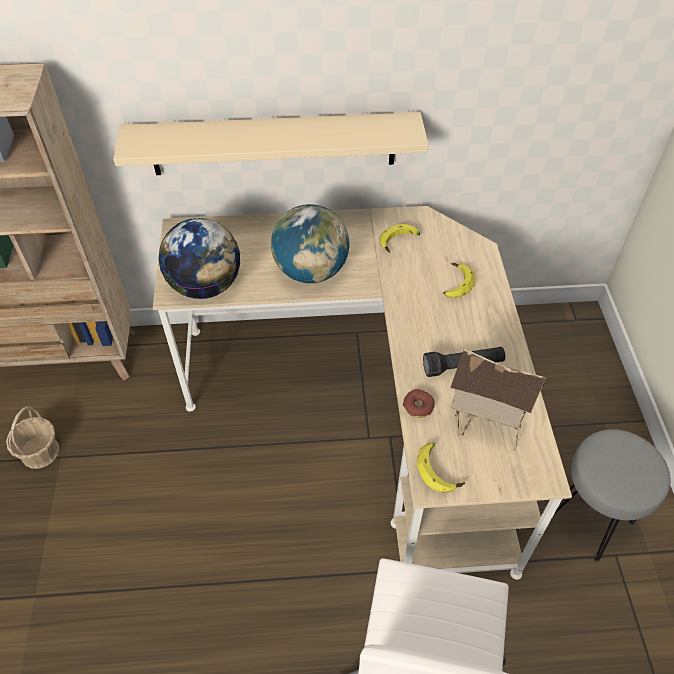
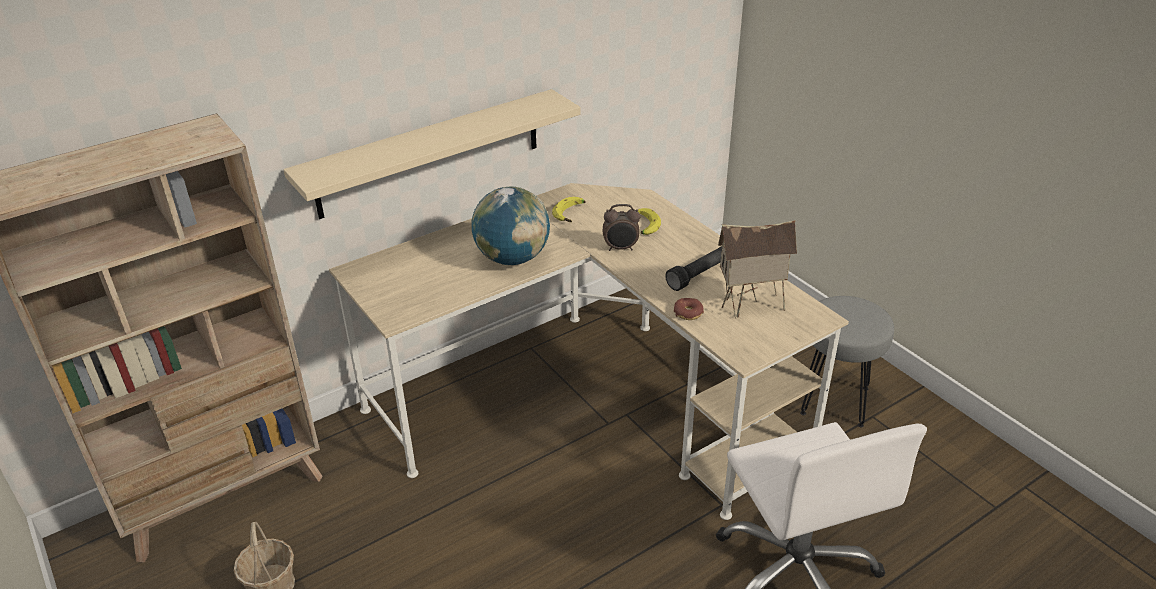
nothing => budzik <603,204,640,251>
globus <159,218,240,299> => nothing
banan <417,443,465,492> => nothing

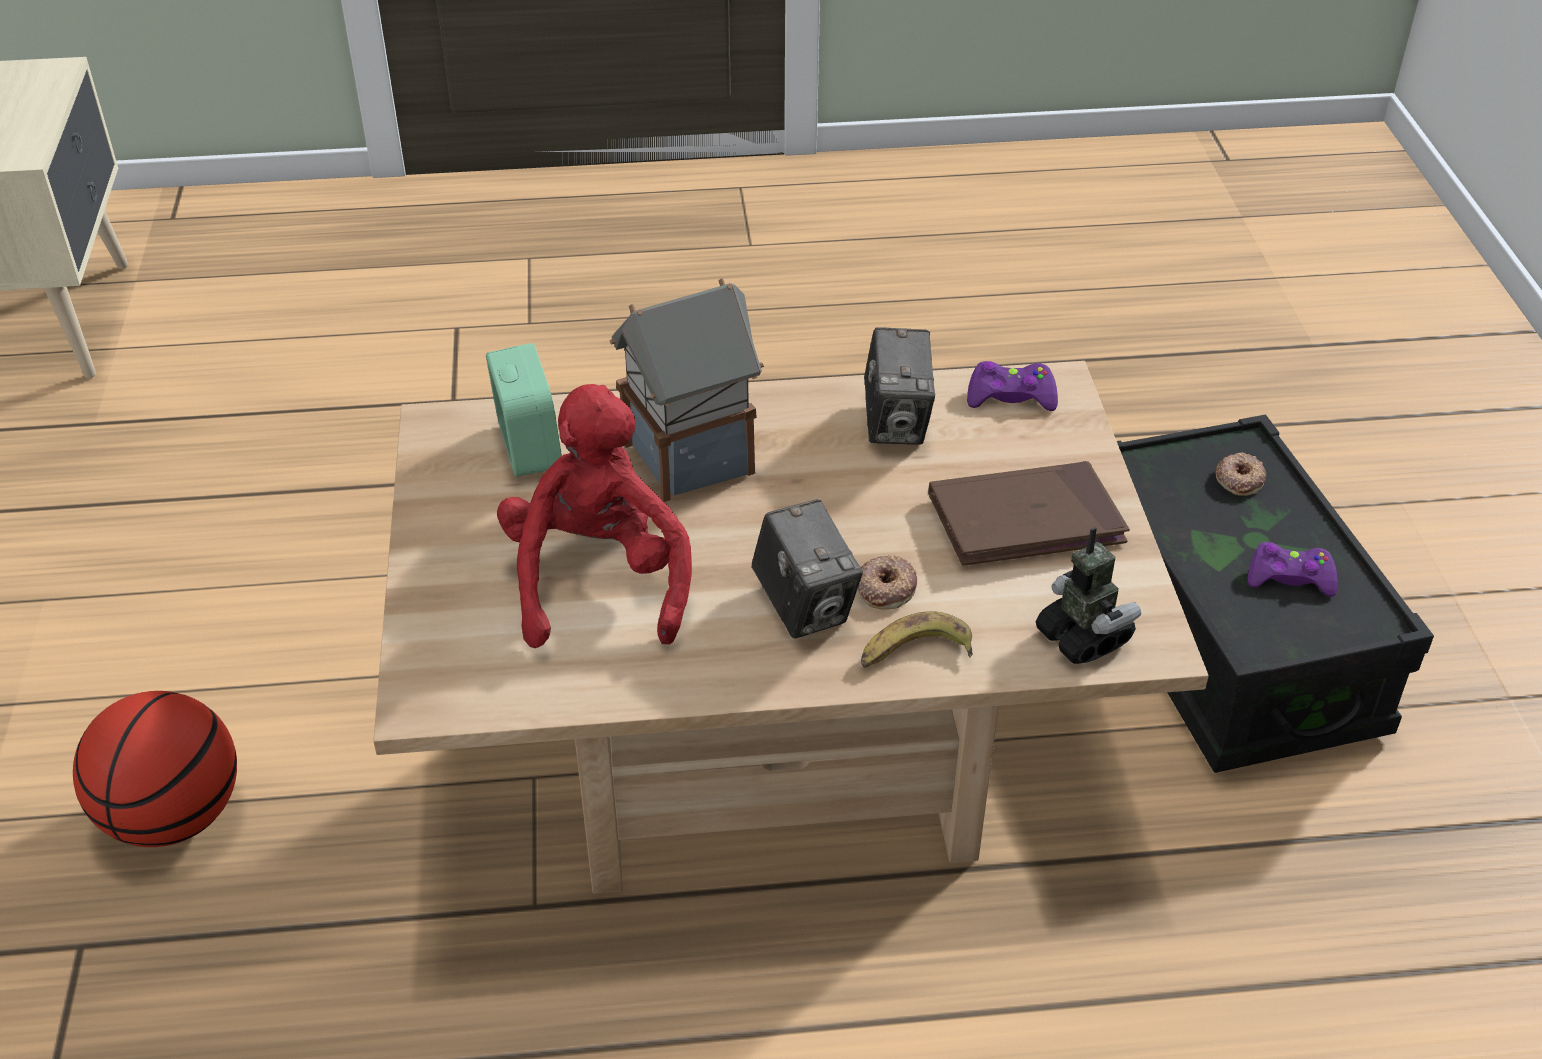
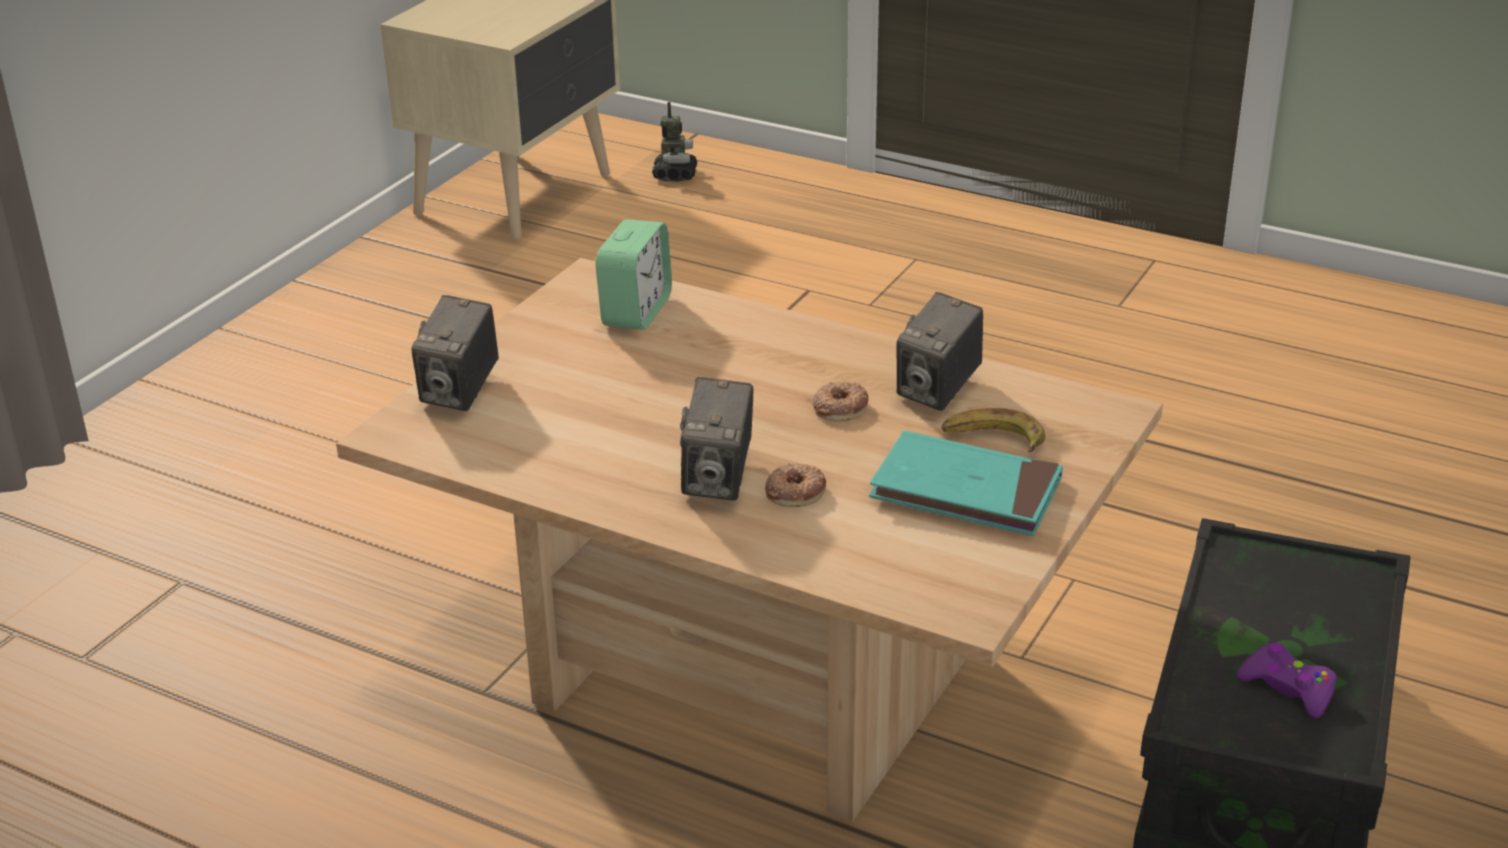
nothing => aparat fotograficzny <412,295,499,411>
robot zabawkowy <1036,527,1141,664> => robot zabawkowy <652,102,697,181>, shifted
donut <1215,452,1266,496> => donut <813,382,868,422>, shifted
książka (brązowy) <928,461,1130,566> => książka (turkusowy) <869,431,1063,536>
banan <861,611,973,668> => banan <941,408,1045,452>, shifted
piłka do koszykówki <73,691,237,847> => nothing
pluszak (czerwony) <497,384,692,648> => nothing
domek <610,278,764,502> => nothing
pad do gier (fioletowy) <967,361,1058,411> => nothing

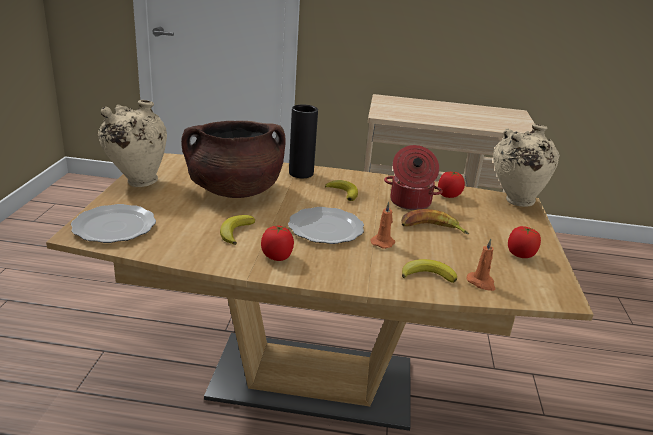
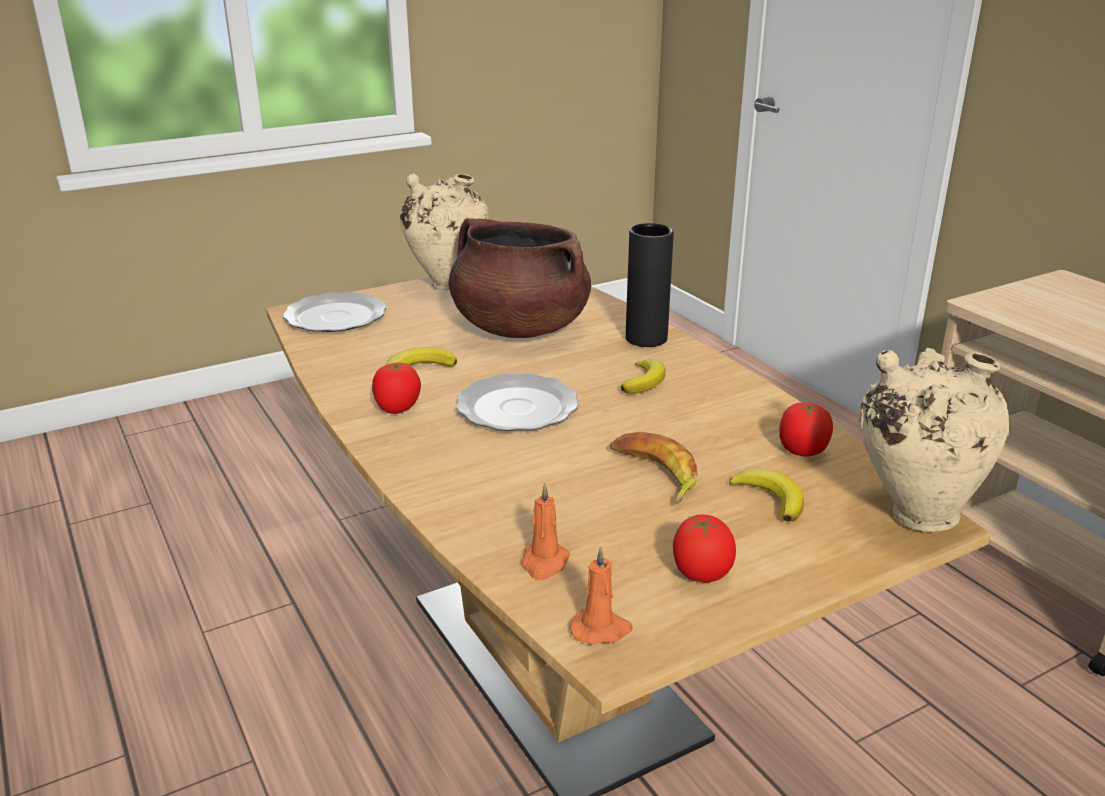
świeca (pomarańczowy) <370,202,395,249> => świeca (pomarańczowy) <570,546,633,645>, shifted
banan <402,259,457,283> => banan <729,469,804,522>, shifted
garnek <384,145,443,210> => nothing

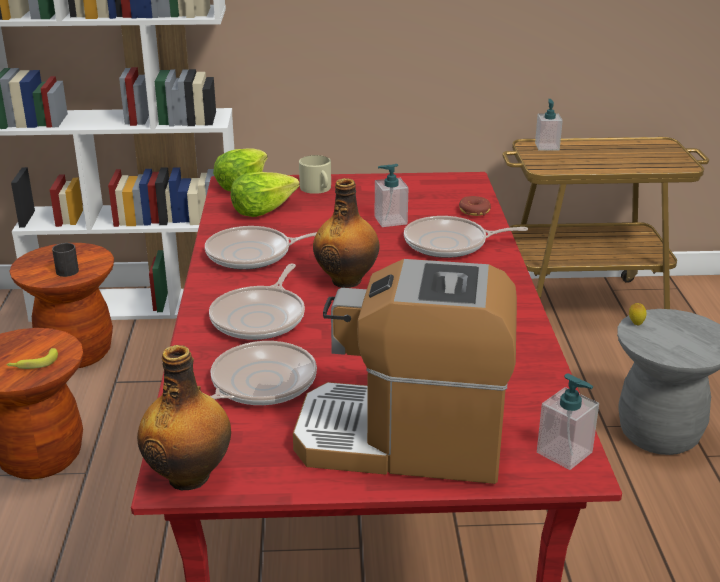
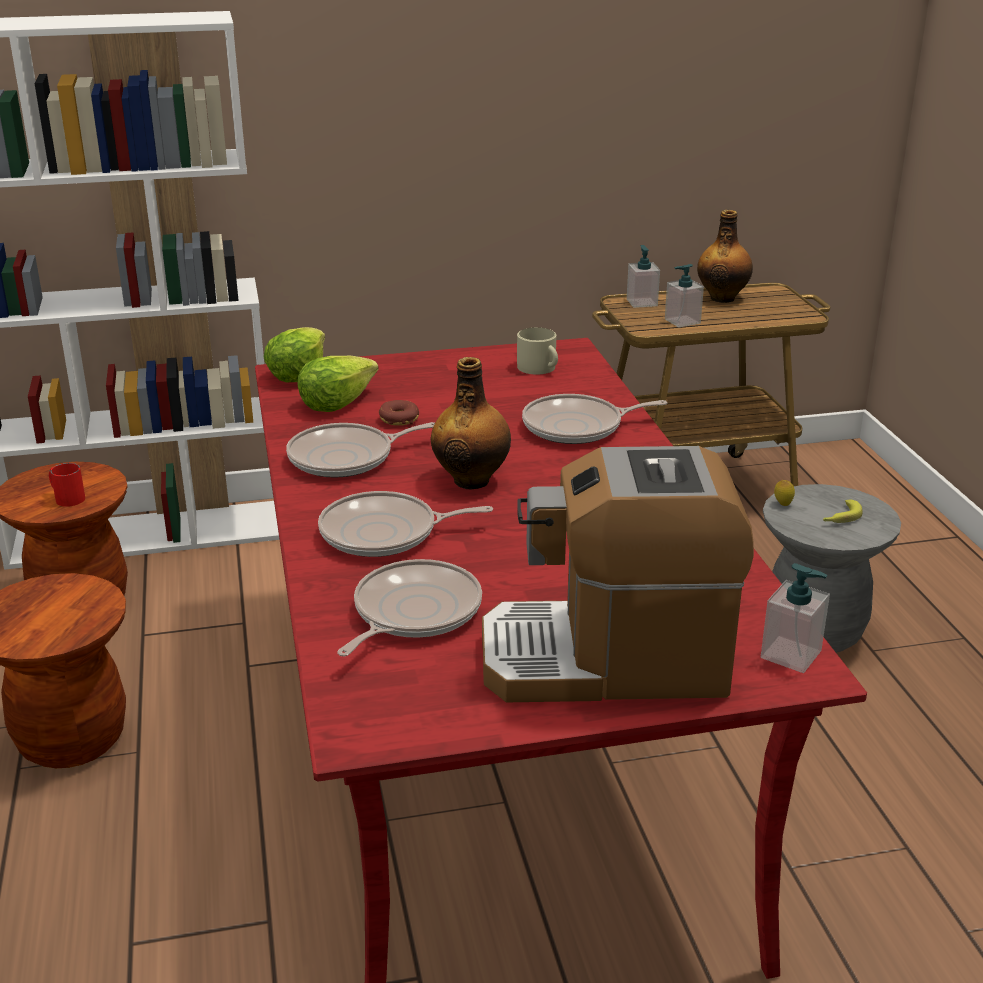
kubek (czarny) <52,243,79,277> => kubek (czerwony) <49,463,85,507>
patelnia <209,264,305,340> => patelnia <318,491,493,557>, 75 degrees clockwise
donut <459,196,491,216> => donut <379,400,419,425>, shifted
kubek (beżowy) <299,155,331,194> => kubek (beżowy) <517,327,558,374>, shifted
dozownik mydła <375,164,408,227> => dozownik mydła <665,264,704,327>, shifted
butelka <137,345,231,491> => butelka <697,210,753,303>, shifted
banan <6,348,58,369> => banan <823,500,863,523>, shifted

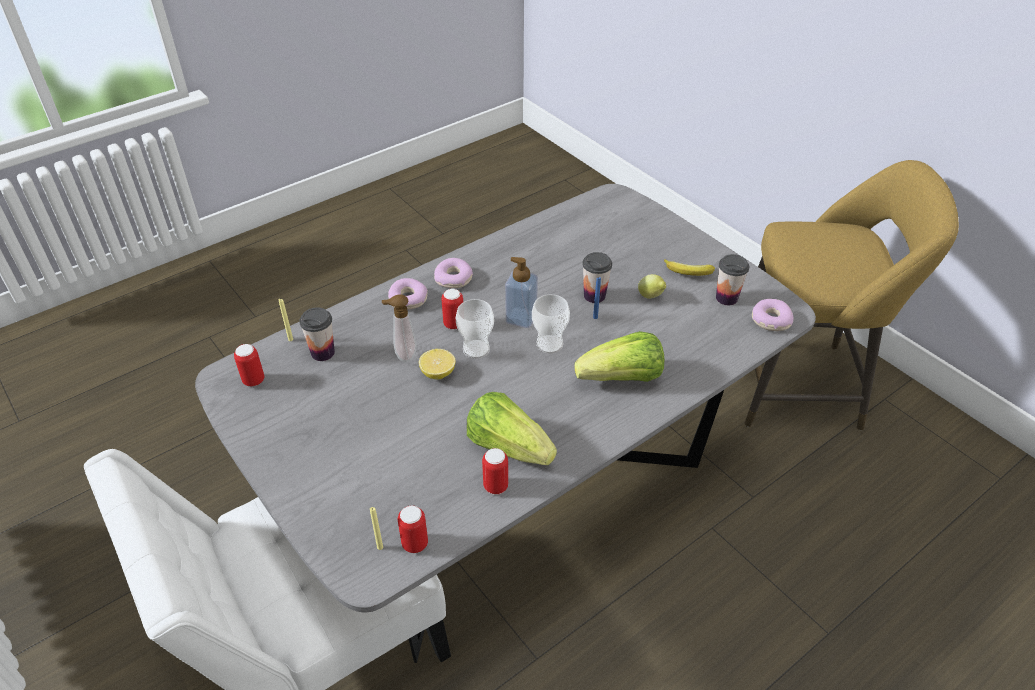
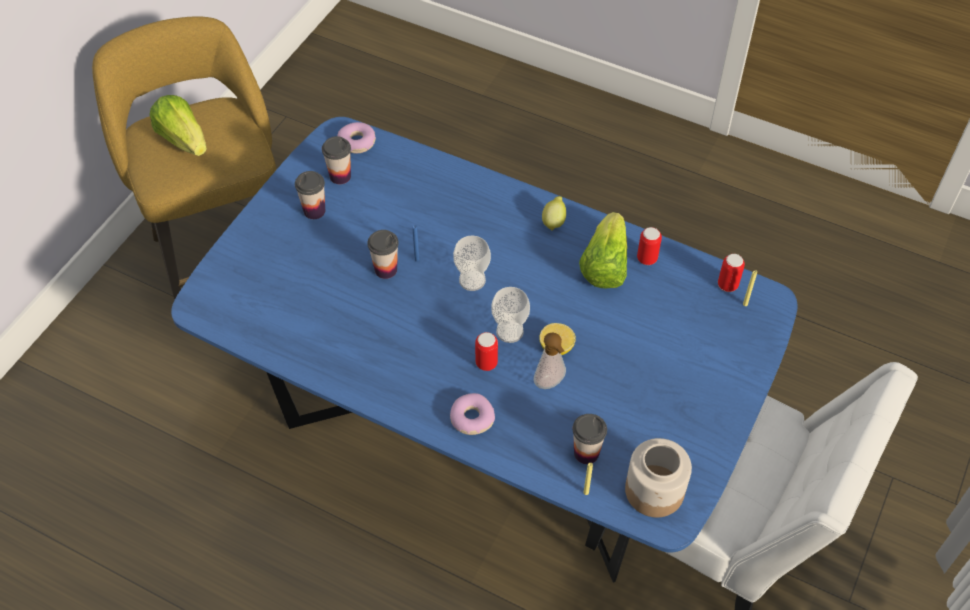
sałata <574,331,664,382> => sałata <149,95,207,156>, shifted
stół jadalny (szary) <195,184,816,663> => stół jadalny (niebieski) <171,117,798,583>
banan <664,259,715,276> => filiżanka <295,171,325,219>
cytryna <638,274,666,299> => cytryna <542,196,566,231>, shifted
puszka <234,344,264,387> => słoik <625,438,692,518>
donut <434,258,473,288> => nothing
dozownik mydła <505,257,538,328> => nothing

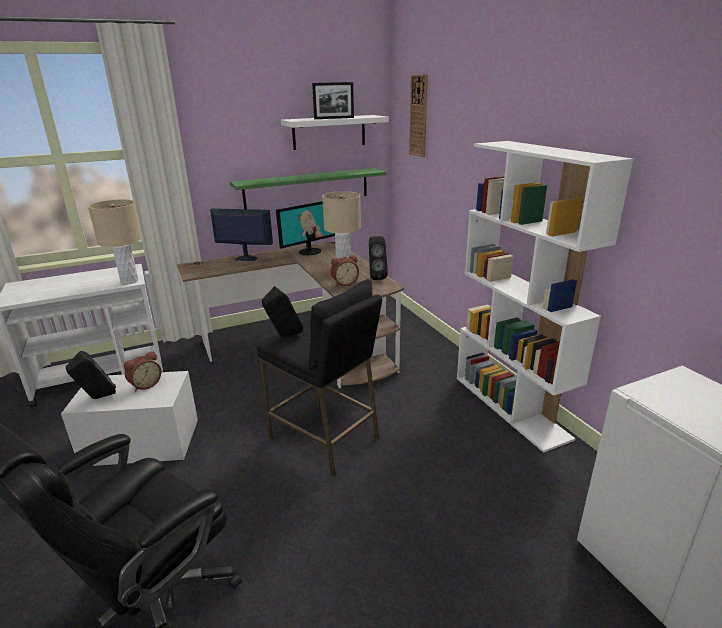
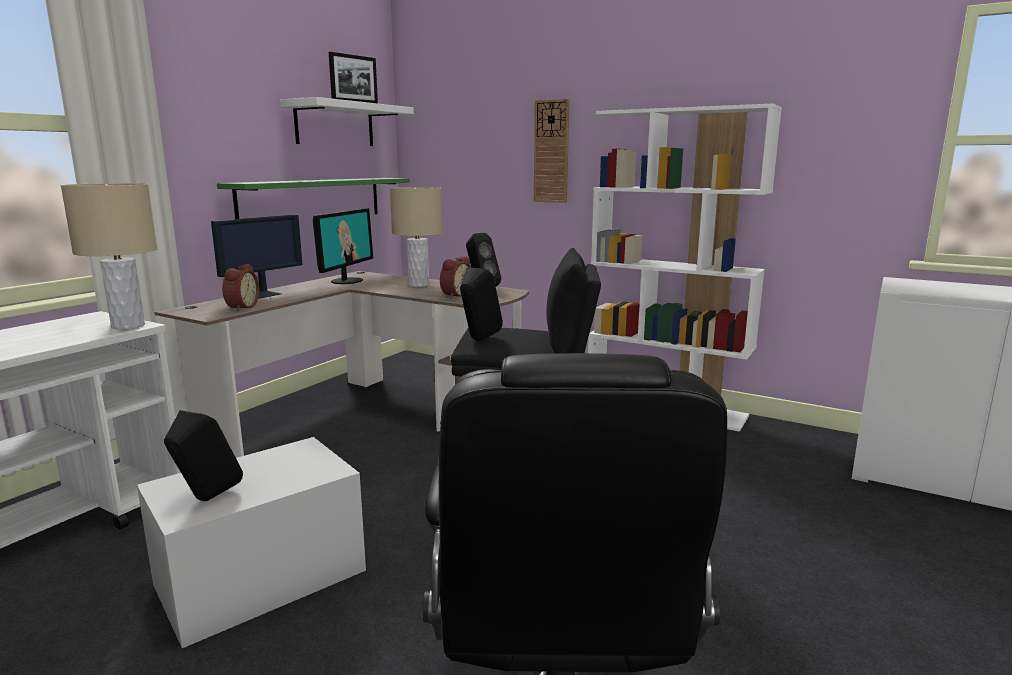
monitor <210,208,273,261> => monitor <211,215,302,299>, 150 degrees clockwise
budzik <124,351,161,392> => budzik <222,264,259,311>, shifted
zegar ścienny <409,74,428,157> => zegar ścienny <534,99,570,203>, shifted

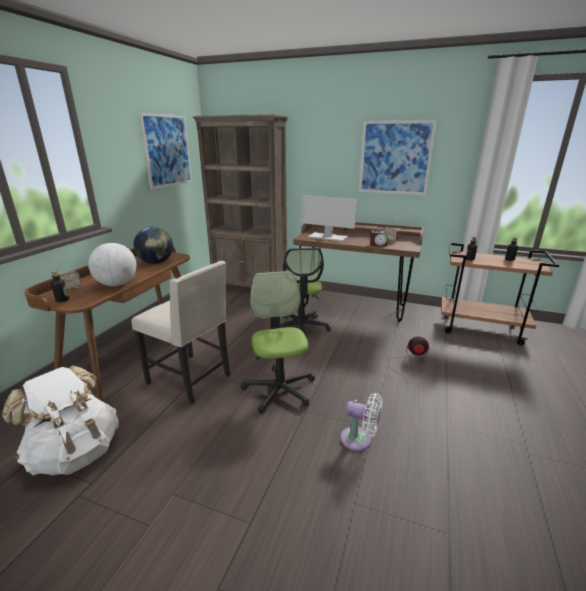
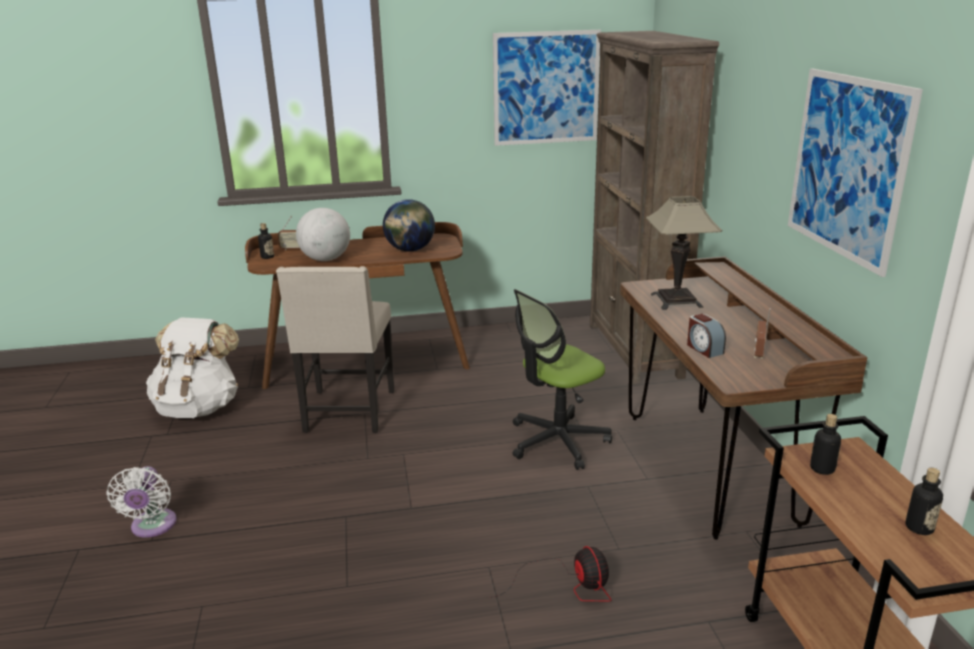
wentylator (biały) <340,393,382,451> => wentylator (biały) <107,466,177,538>, shifted
monitor <301,195,357,242> => lampa stołowa <646,196,722,310>
krzesło biurowe <241,271,315,414> => nothing

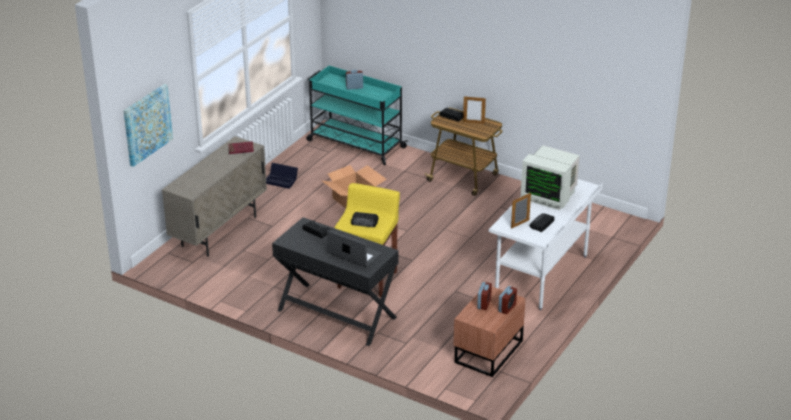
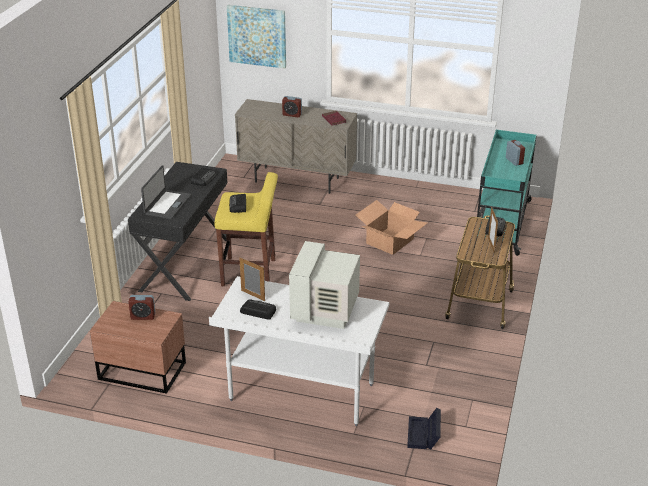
budzik <498,286,517,314> => budzik <282,96,302,117>, shifted
pojemnik do przechowywania (czarny) <266,163,298,189> => pojemnik do przechowywania (czarny) <407,408,441,449>, shifted

